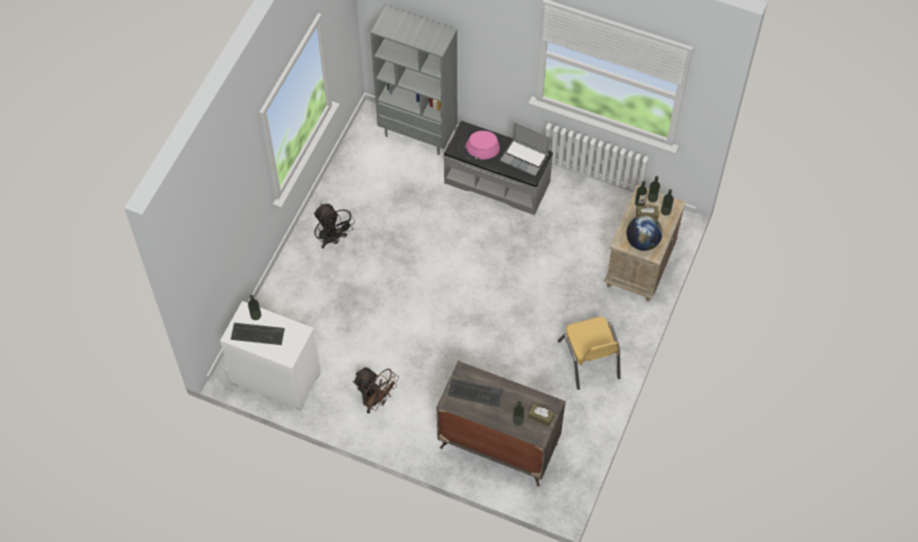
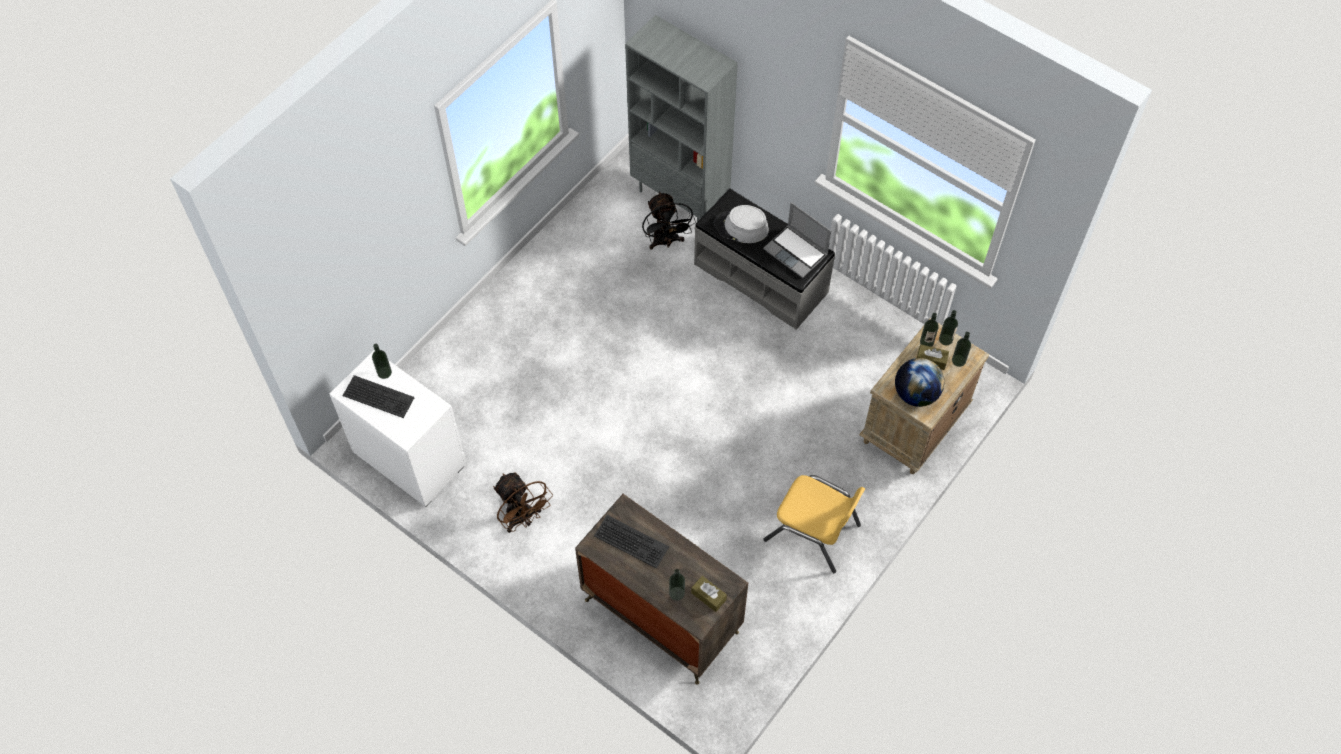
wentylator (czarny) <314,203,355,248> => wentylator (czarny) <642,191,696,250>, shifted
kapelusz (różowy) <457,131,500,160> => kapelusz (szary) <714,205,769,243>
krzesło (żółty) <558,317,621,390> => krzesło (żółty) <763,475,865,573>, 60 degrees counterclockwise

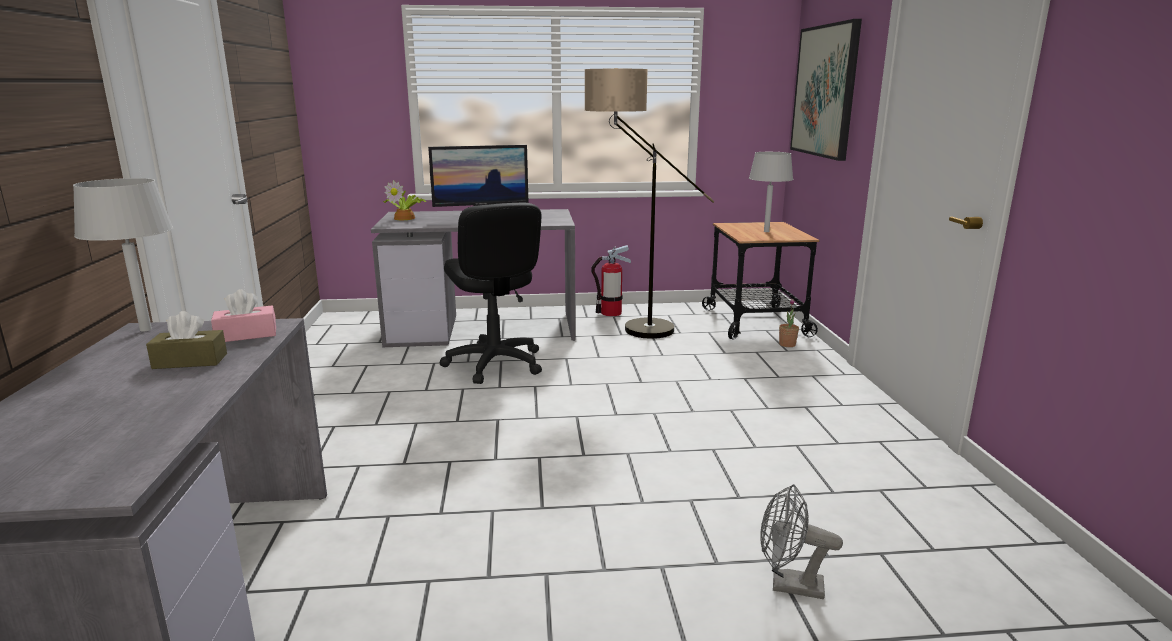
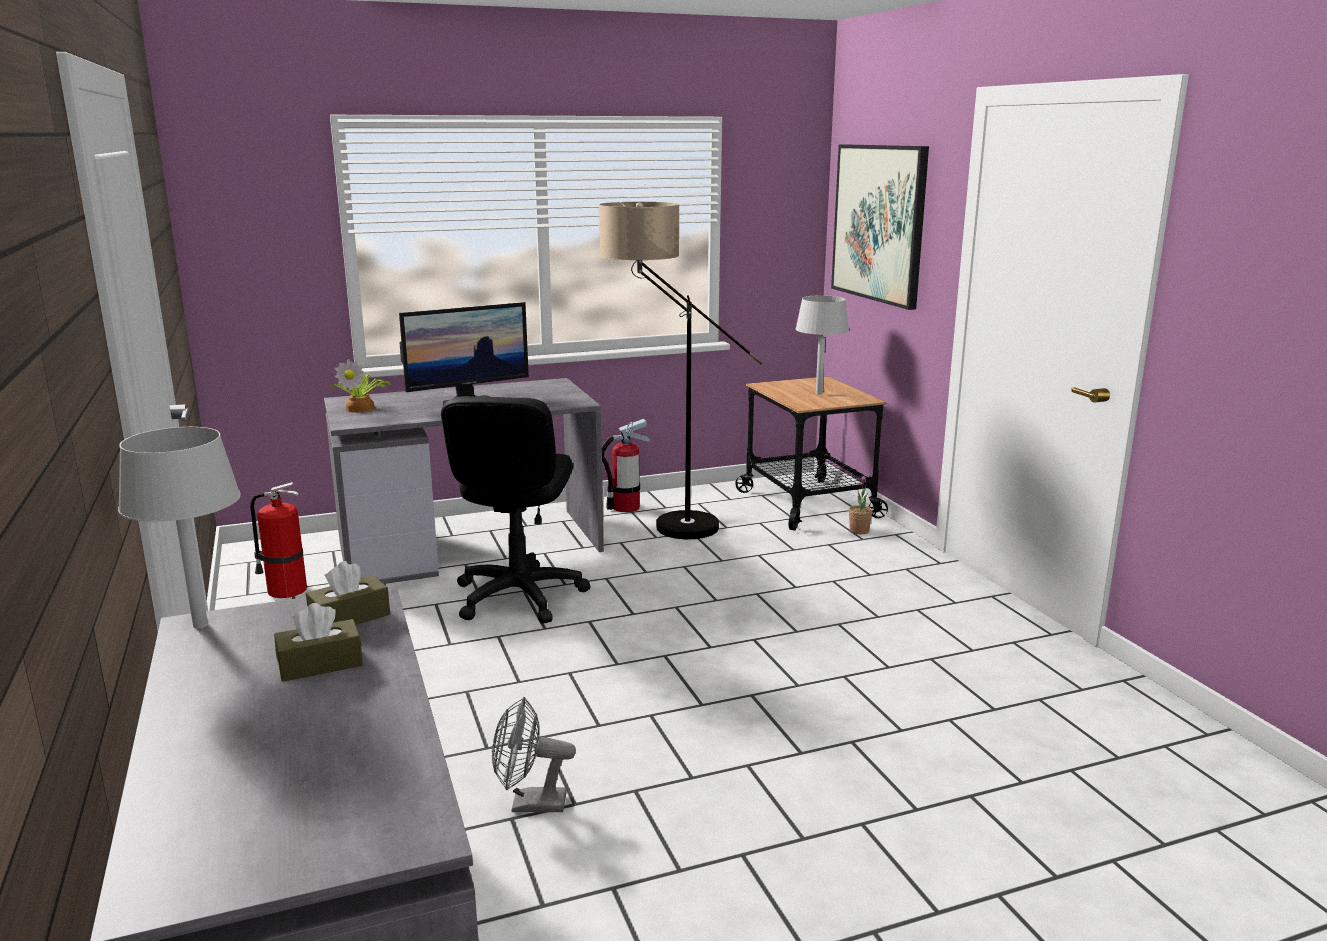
nothing => gaśnica <250,482,307,598>
pudełko chusteczek (różowy) <211,289,276,342> => pudełko chusteczek (brązowy) <306,561,390,624>
krzesło biurowe (czarny) <440,202,542,384> => krzesło biurowe (czarny) <441,396,591,624>, 45 degrees clockwise
wentylator (szary) <760,484,843,599> => wentylator (szary) <492,697,576,812>, shifted

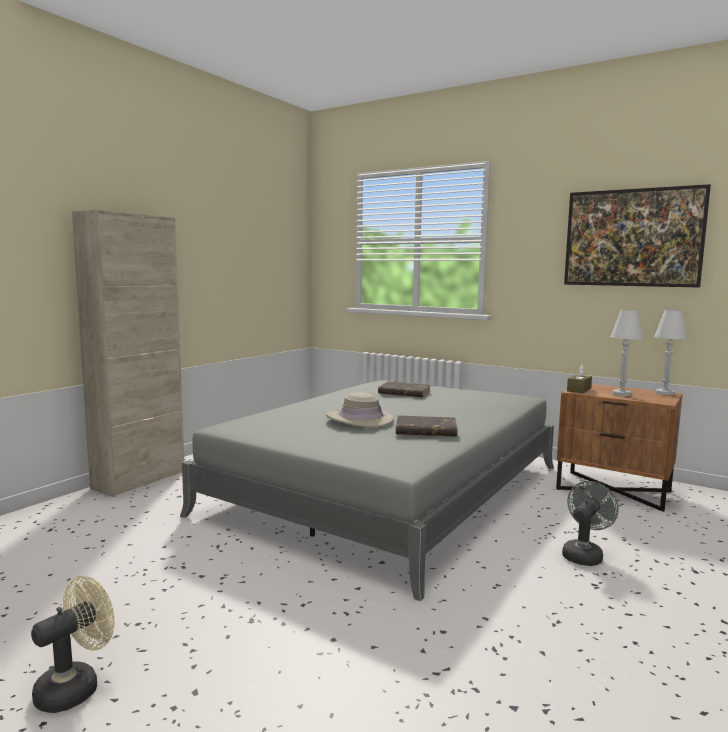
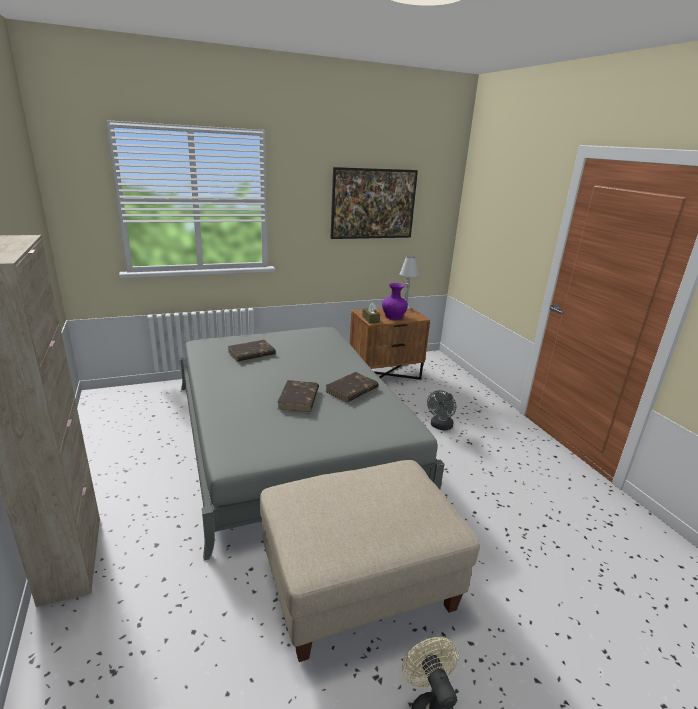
nothing => pufa (beżowy) <260,460,480,662>
kapelusz (beżowy) <326,392,394,427> => książka (brązowy) <277,380,319,412>
lampa stołowa (biały) <611,310,643,396> => wazon (fioletowy) <382,283,408,320>
wentylator (szary) <562,481,619,566> => wentylator (szary) <427,390,456,431>, 135 degrees counterclockwise

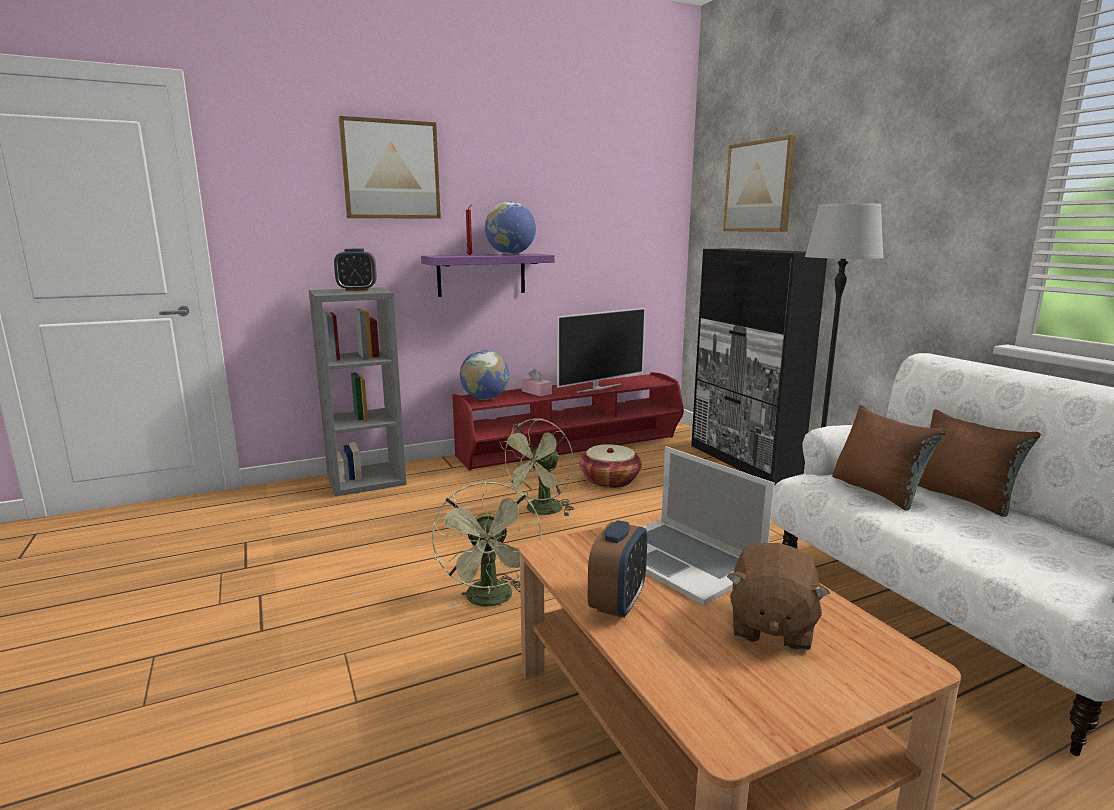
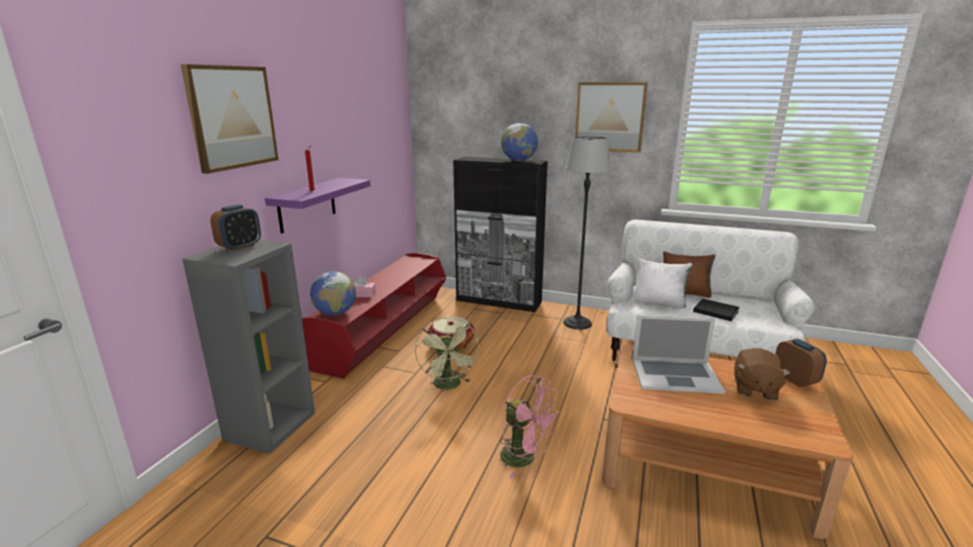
wentylator (zielony) <432,481,542,607> => wentylator (różowy) <500,375,561,479>
globus <485,202,536,255> => globus <501,123,538,161>, shifted
obraz <723,135,796,232> => obraz <575,82,648,153>, shifted
poduszka (brązowy) <832,405,946,511> => poduszka (biały) <633,258,692,309>
nothing => książka (czarny) <693,299,740,321>
pluszak (brązowy) <727,543,830,651> => pluszak (brązowy) <734,348,790,401>, 45 degrees clockwise
budzik <588,520,647,618> => budzik <776,339,827,387>, shifted
telewizor <557,308,645,393> => nothing

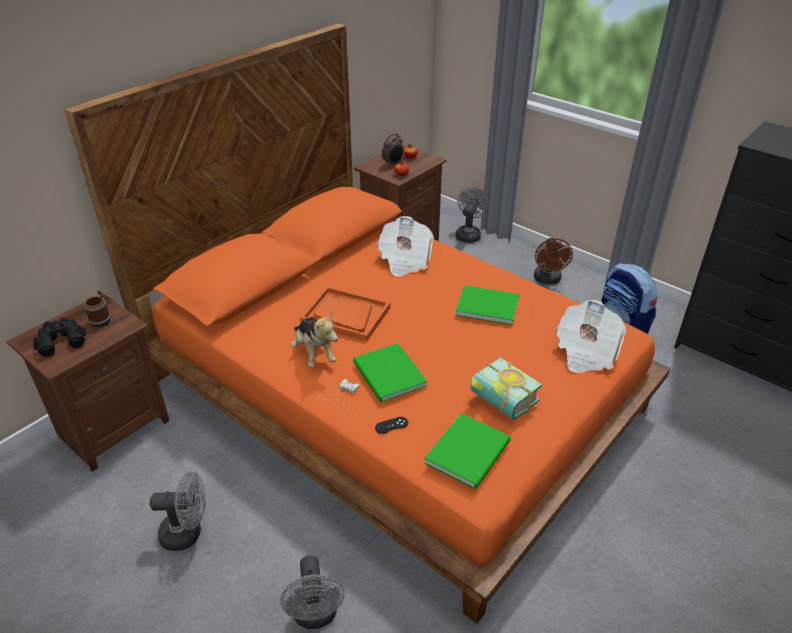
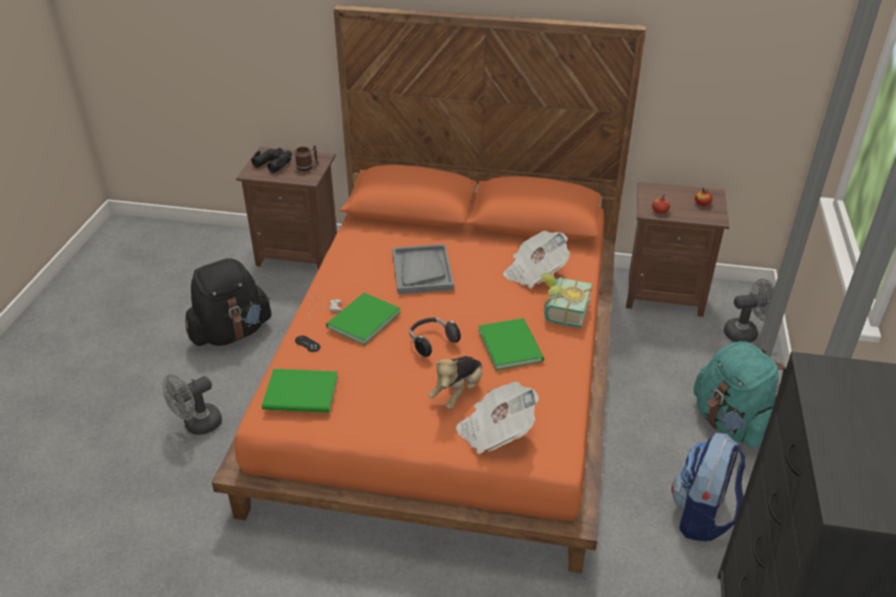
wentylator (szary) <150,472,206,551> => plecak (czarny) <185,258,272,346>
taca (pomarańczowy) <300,286,390,341> => taca (szary) <392,244,454,294>
nothing => słuchawki <409,317,461,357>
pluszak <291,312,338,367> => pluszak <429,356,482,409>, shifted
książka <471,358,542,420> => książka <540,272,592,328>, shifted
wentylator (brązowy) <534,238,573,284> => plecak (turkusowy) <693,341,786,448>
budzik <382,134,404,167> => nothing

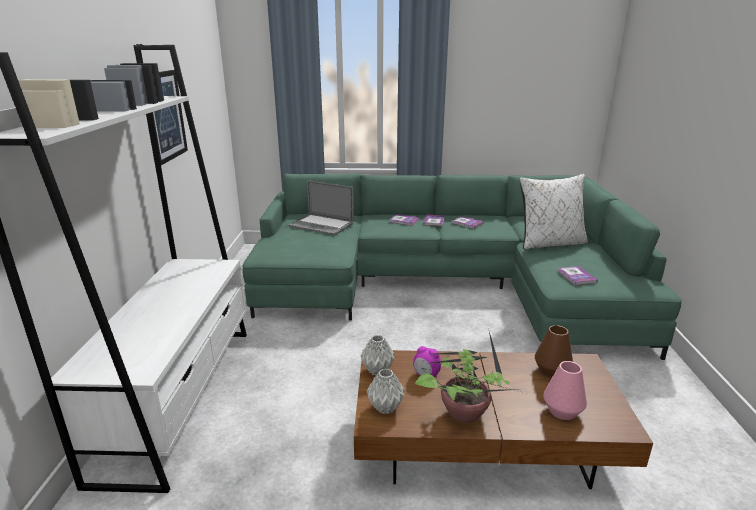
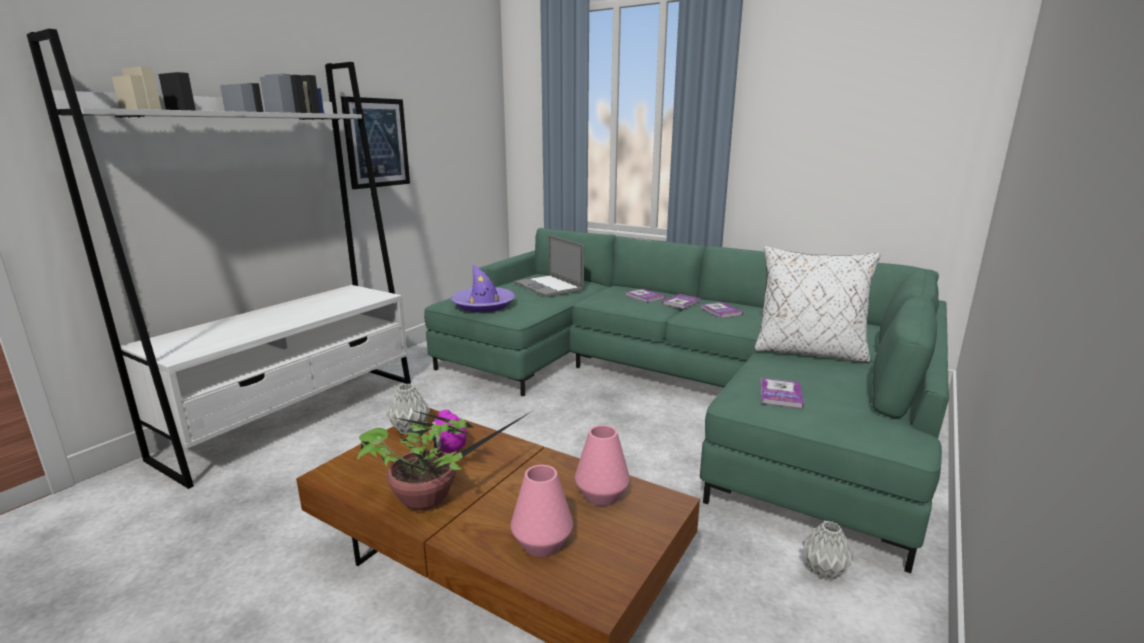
nothing => kapelusz (fioletowy) <451,264,516,313>
wazon (brązowy) <535,325,573,378> => wazon (różowy) <575,425,630,506>
wazon (szary) <367,368,405,414> => wazon (szary) <802,521,854,580>, shifted

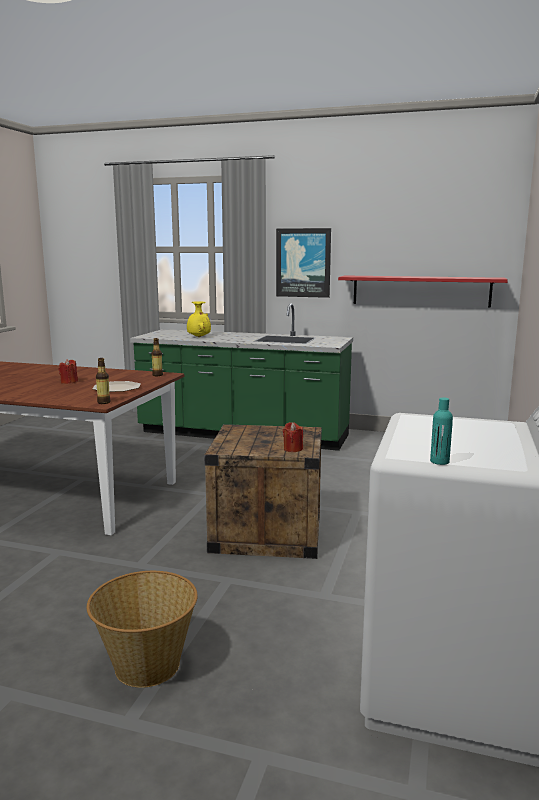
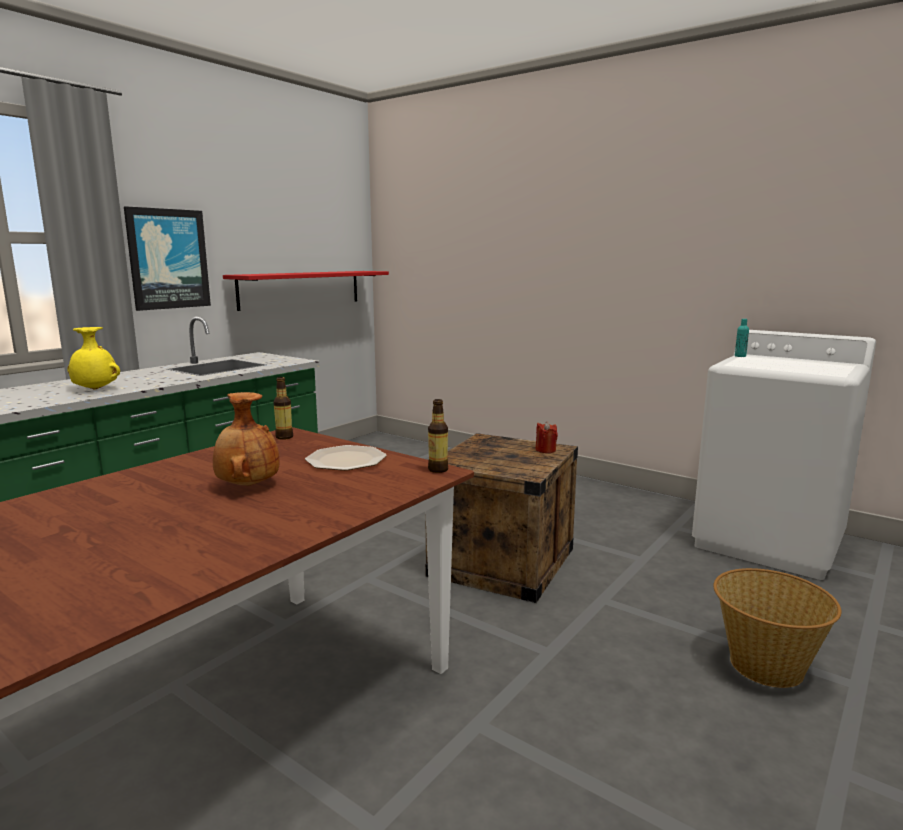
świeca (czerwony) <59,359,78,384> => wazon (brązowy) <213,392,280,486>
butelka (turkusowy) <430,398,453,465> => butelka (turkusowy) <735,319,749,357>, shifted

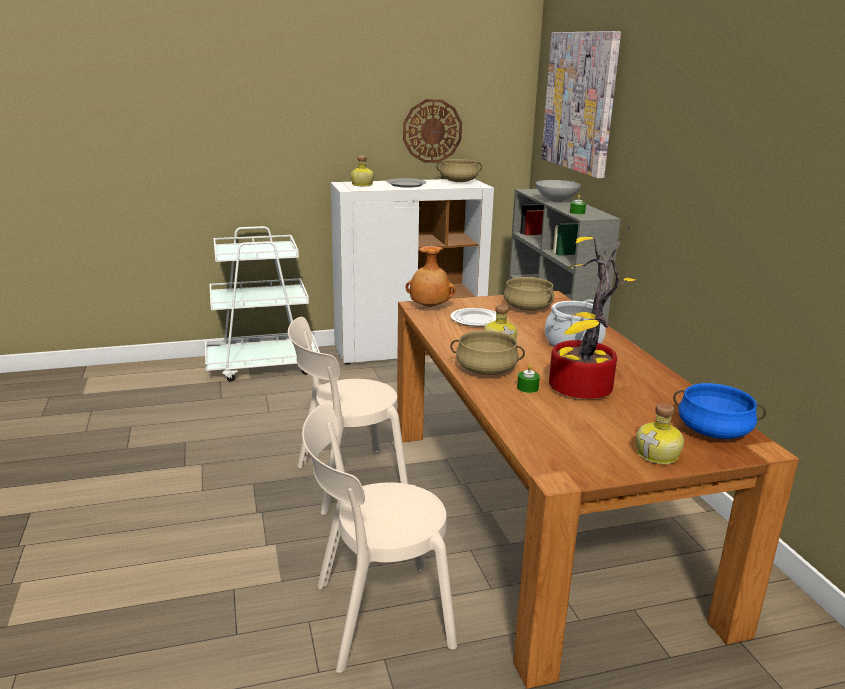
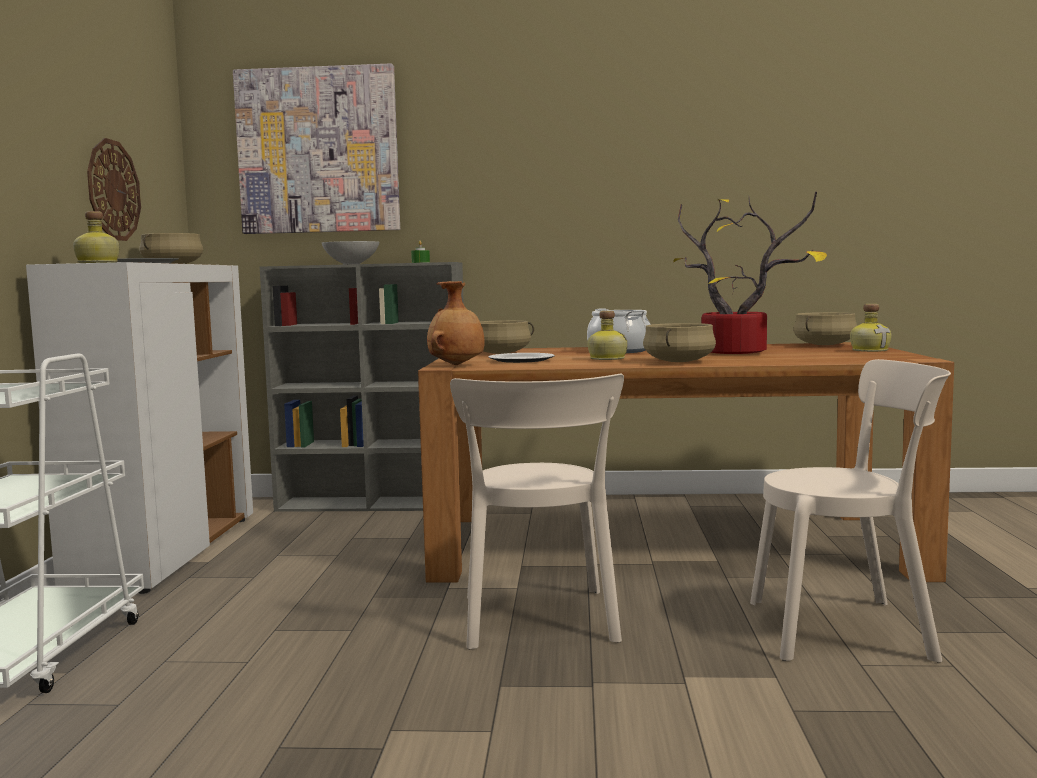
krzesło (beżowy) <302,403,457,673> => krzesło (beżowy) <750,359,951,663>, 90 degrees counterclockwise
garnek (niebieski) <673,383,766,439> => garnek (beżowy) <793,312,857,345>
świeca (zielony) <517,365,540,393> => nothing

